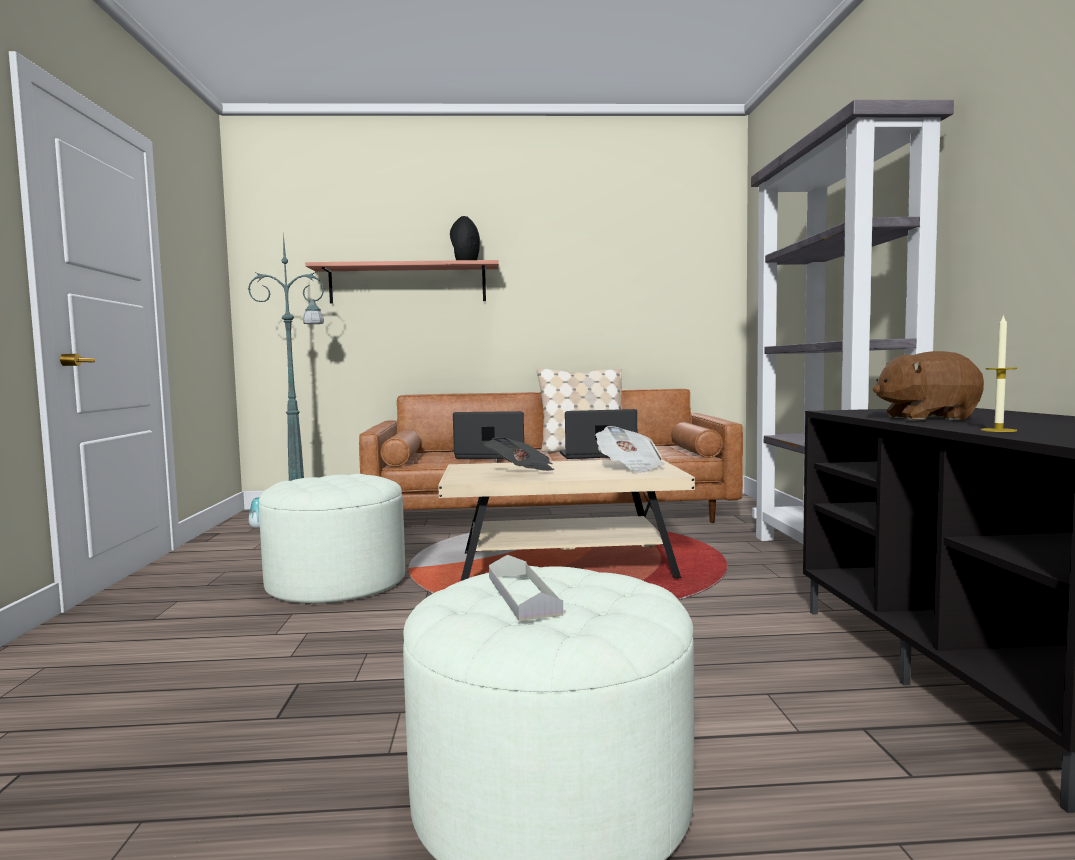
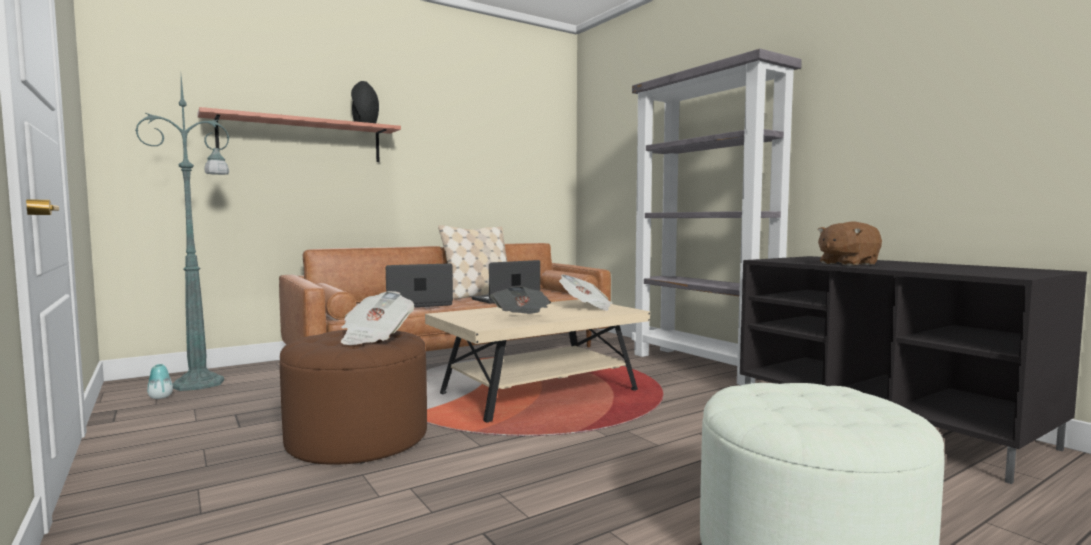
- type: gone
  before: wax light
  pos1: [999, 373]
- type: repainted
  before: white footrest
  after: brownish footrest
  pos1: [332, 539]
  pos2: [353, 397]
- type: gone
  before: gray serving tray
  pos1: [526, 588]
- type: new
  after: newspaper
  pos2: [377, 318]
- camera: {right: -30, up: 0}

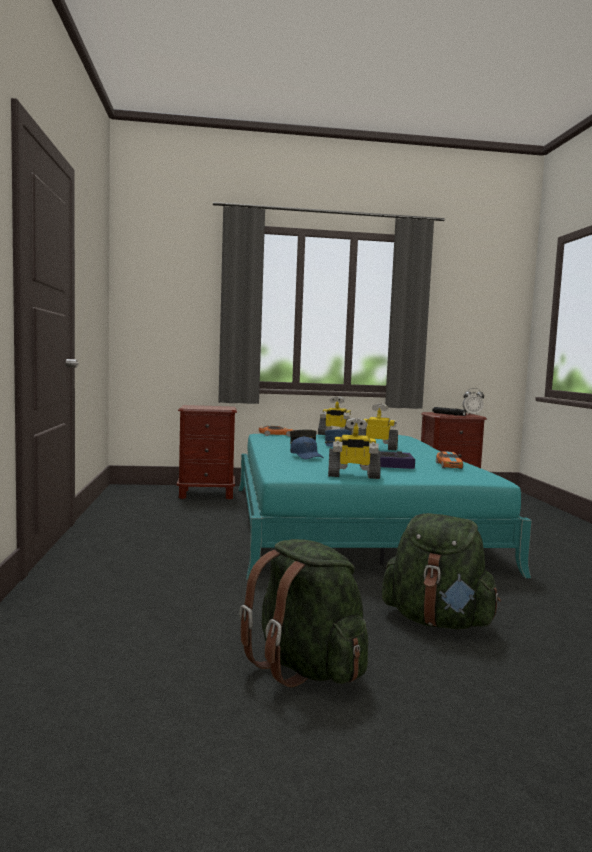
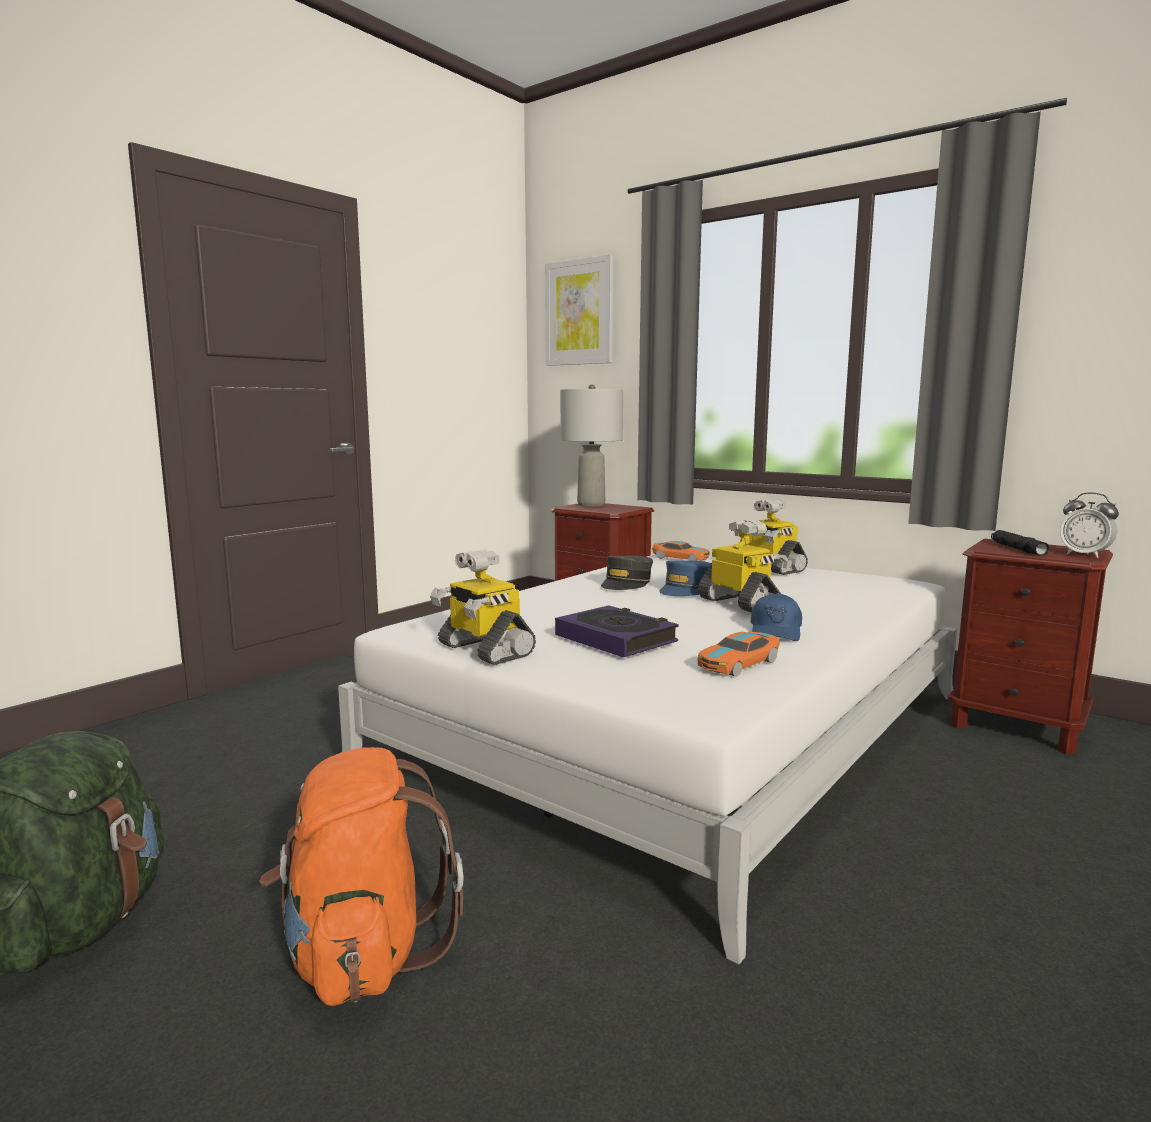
- type: repainted
  before: blue-green bedroom bed
  after: white bedroom bed
  pos1: [385, 507]
  pos2: [647, 759]
- type: shifted
  before: bluish baseball cap
  pos1: [307, 447]
  pos2: [776, 617]
- type: repainted
  before: green-coloured rucksack
  after: orange-coloured rucksack
  pos1: [441, 571]
  pos2: [361, 876]
- type: new
  after: wall art
  pos2: [579, 310]
- type: new
  after: gray table lamp
  pos2: [591, 445]
- camera: {right: 45, up: 5}

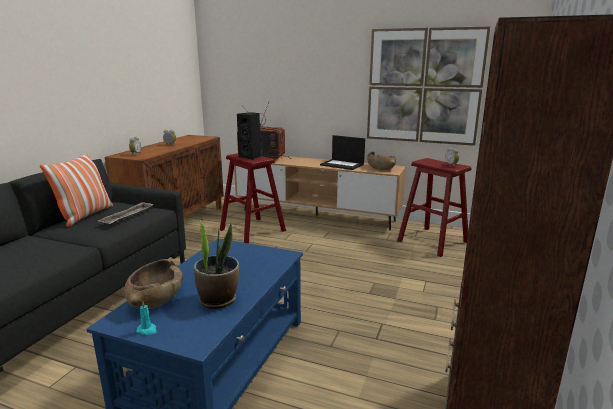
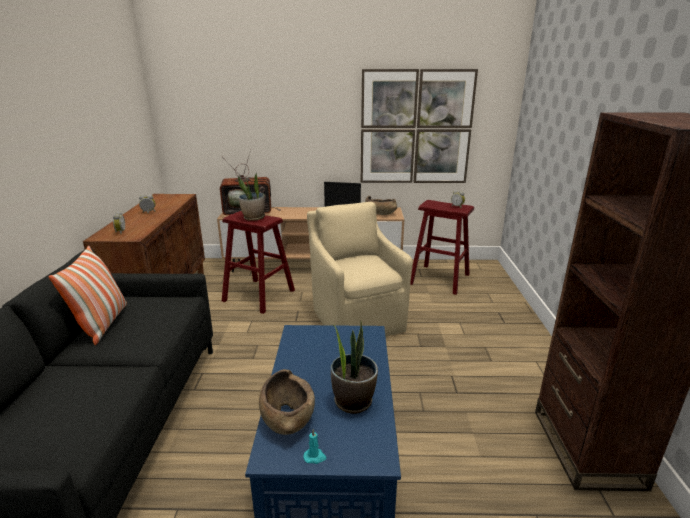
- type: swapped
  before: black loudspeaker
  after: plant in a pot
  pos1: [249, 136]
  pos2: [251, 197]
- type: gone
  before: serving tray
  pos1: [126, 214]
- type: new
  after: beige-coloured easy chair
  pos2: [360, 269]
- camera: {right: -20, up: 5}

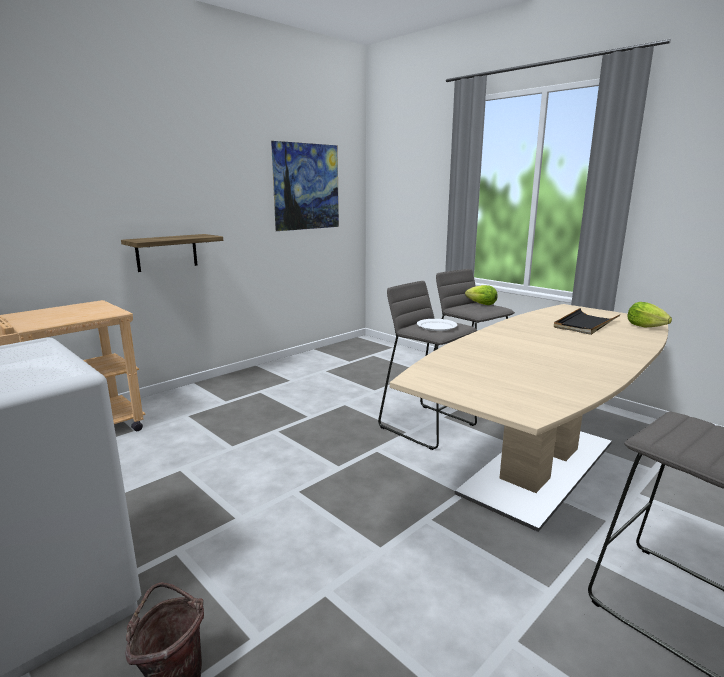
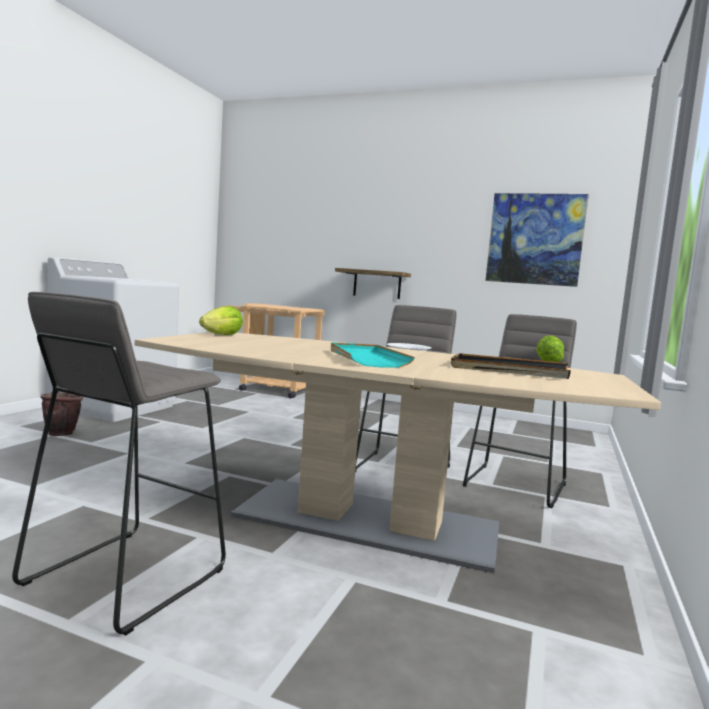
- type: shifted
  before: lettuce
  pos1: [649, 314]
  pos2: [221, 320]
- type: new
  after: blue-green serving tray
  pos2: [373, 355]
- camera: {right: 65, up: -10}

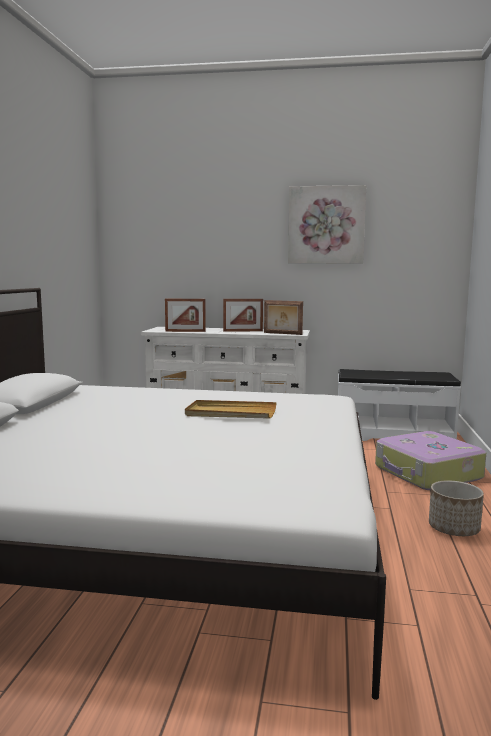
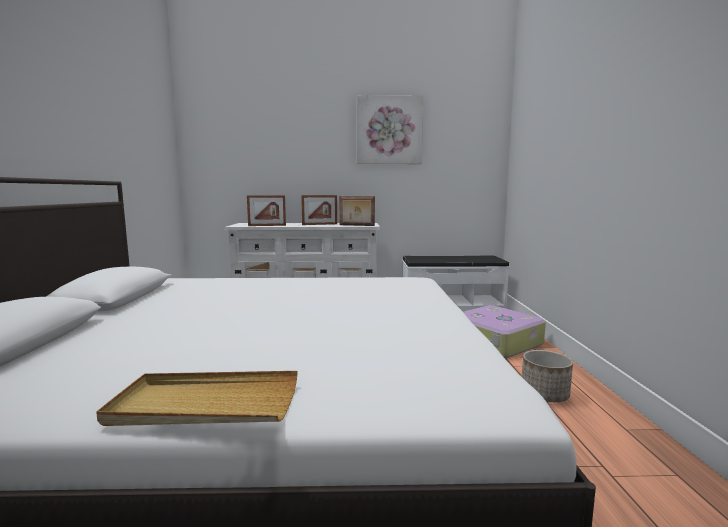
- type: shifted
  before: beige-coloured serving tray
  pos1: [231, 409]
  pos2: [197, 398]
- camera: {right: -10, up: 0}

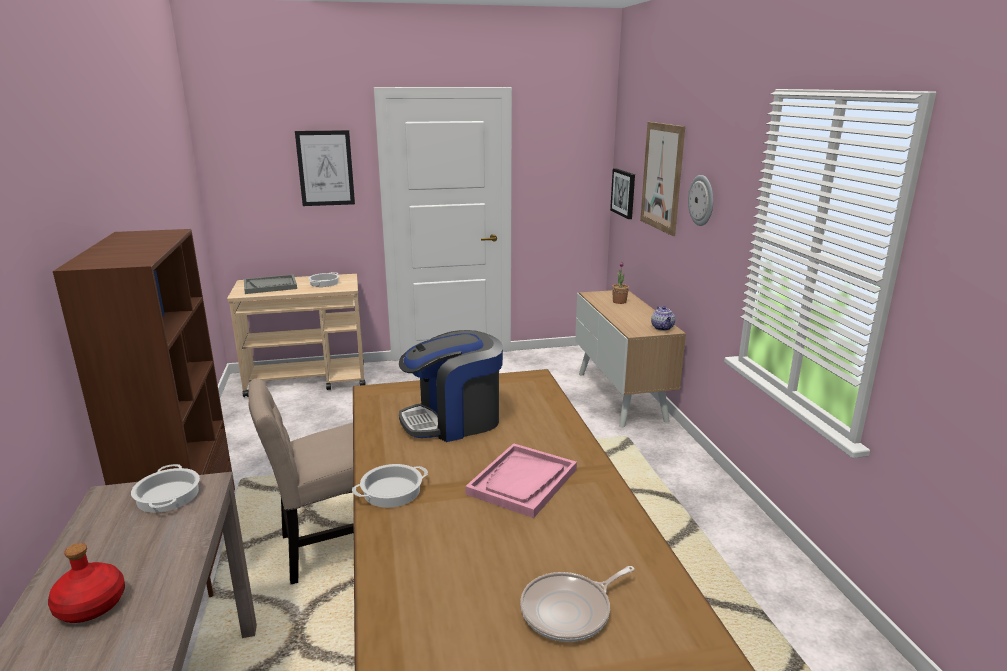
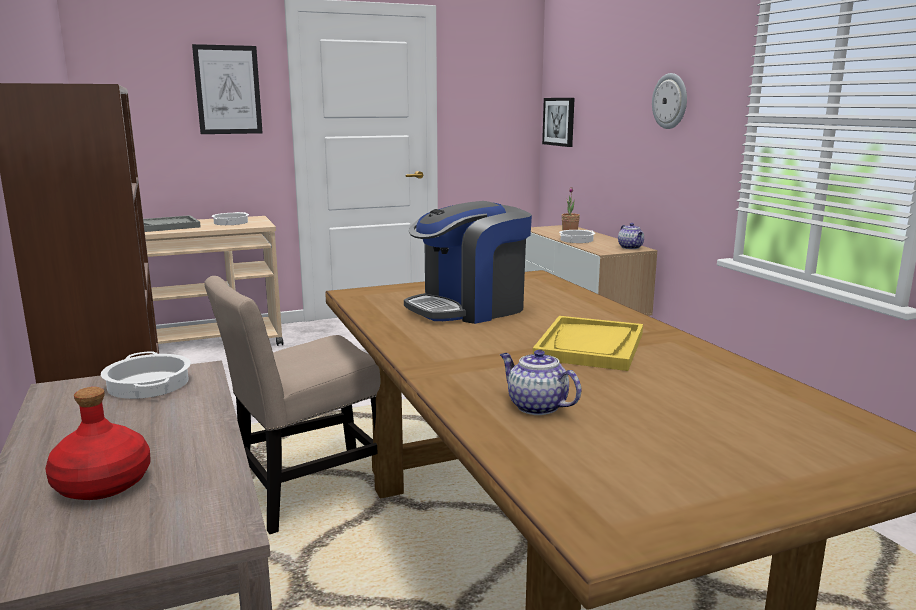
- type: gone
  before: wall art
  pos1: [662, 179]
- type: repainted
  before: pinkish serving tray
  after: yellowish serving tray
  pos1: [521, 480]
  pos2: [588, 343]
- type: shifted
  before: cooking pot
  pos1: [390, 486]
  pos2: [577, 236]
- type: gone
  before: frying pan
  pos1: [577, 604]
- type: new
  after: teapot
  pos2: [540, 382]
- camera: {right: -10, up: -5}

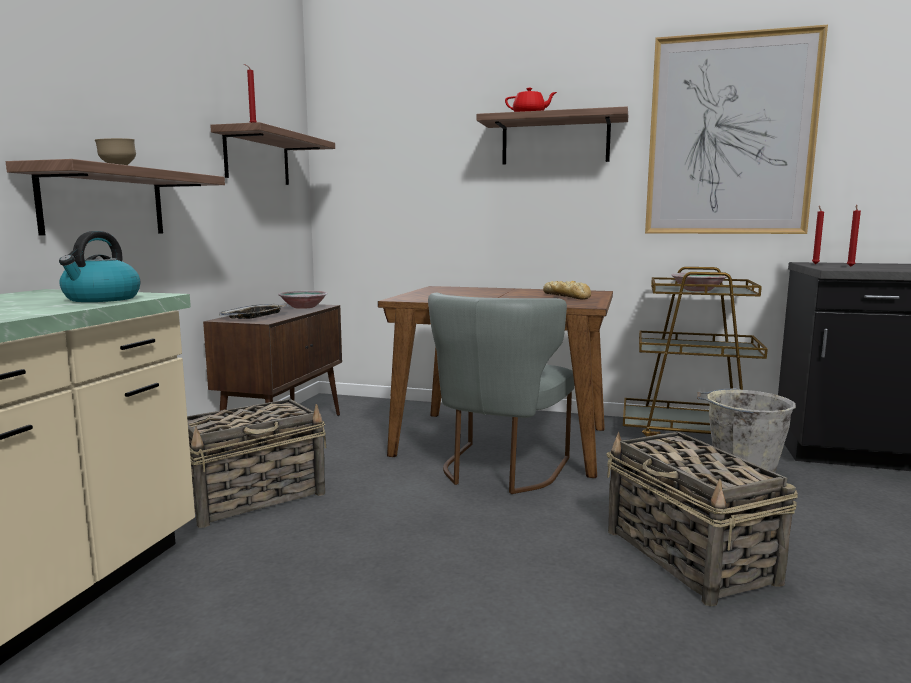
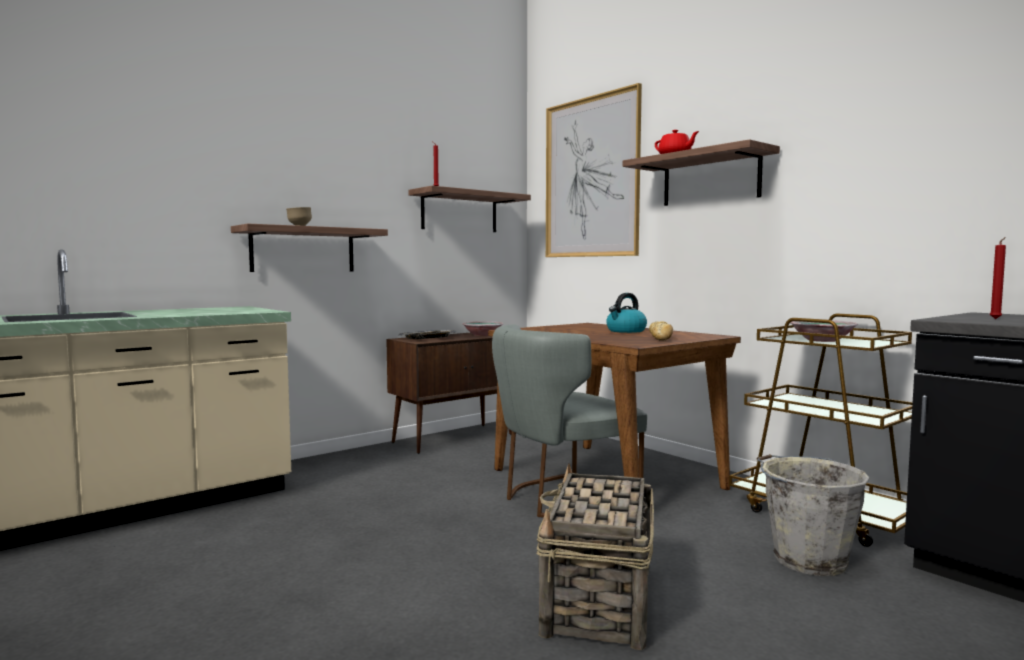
- type: shifted
  before: wall art
  pos1: [736, 129]
  pos2: [594, 170]
- type: gone
  before: red wax light
  pos1: [818, 235]
- type: shifted
  before: water kettle
  pos1: [99, 266]
  pos2: [626, 313]
- type: gone
  before: household basket
  pos1: [256, 463]
- camera: {right: 35, up: -5}

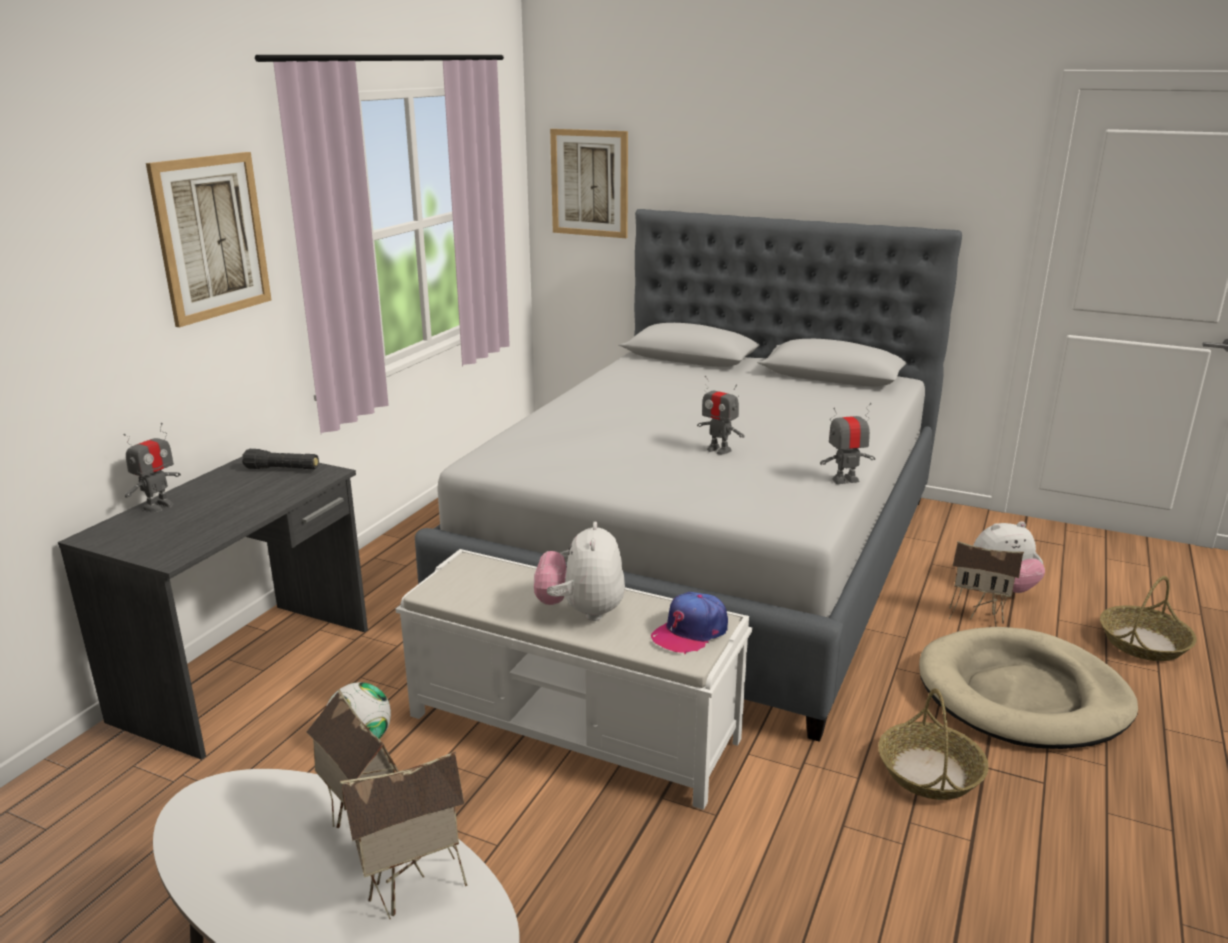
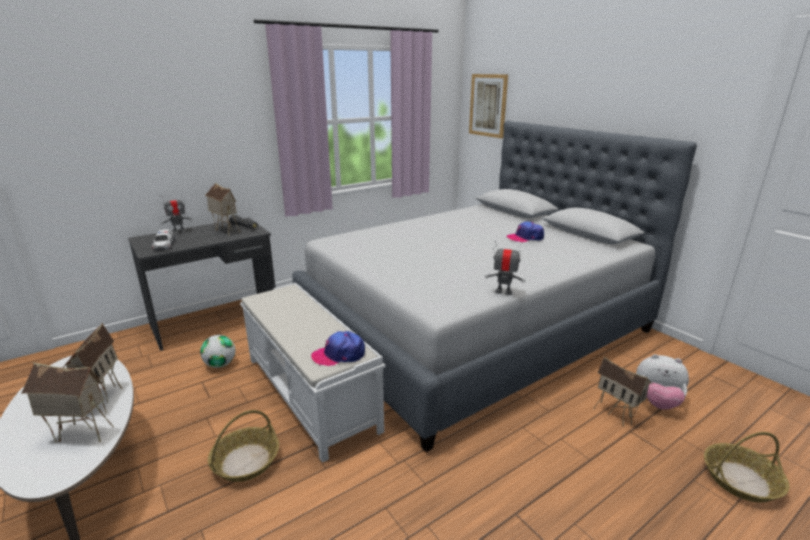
- type: gone
  before: wall art
  pos1: [209, 239]
- type: gone
  before: toy robot
  pos1: [721, 415]
- type: gone
  before: plush toy
  pos1: [579, 571]
- type: gone
  before: beige-coloured pet bed
  pos1: [1028, 688]
- type: shifted
  before: household basket
  pos1: [933, 744]
  pos2: [243, 446]
- type: new
  after: model house
  pos2: [222, 209]
- type: new
  after: baseball cap
  pos2: [525, 231]
- type: new
  after: model car
  pos2: [163, 240]
- camera: {right: 30, up: 0}

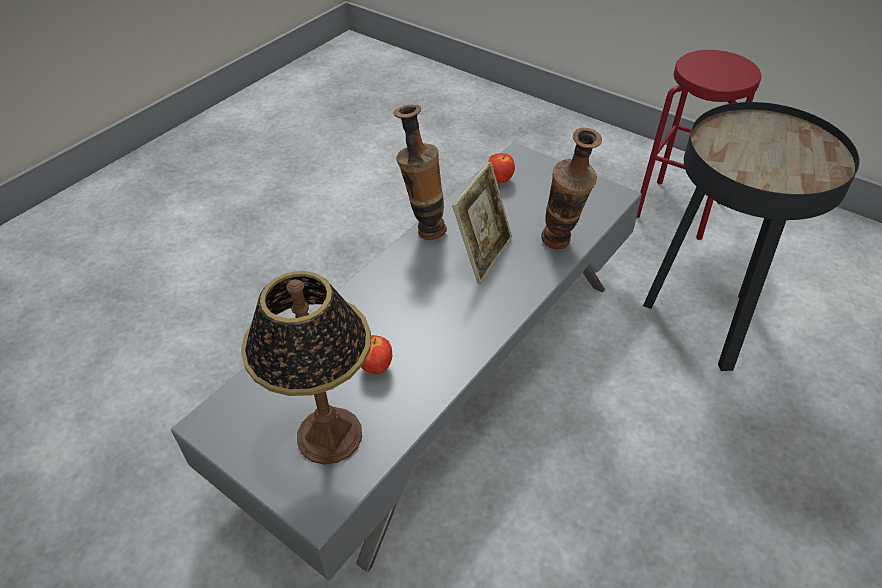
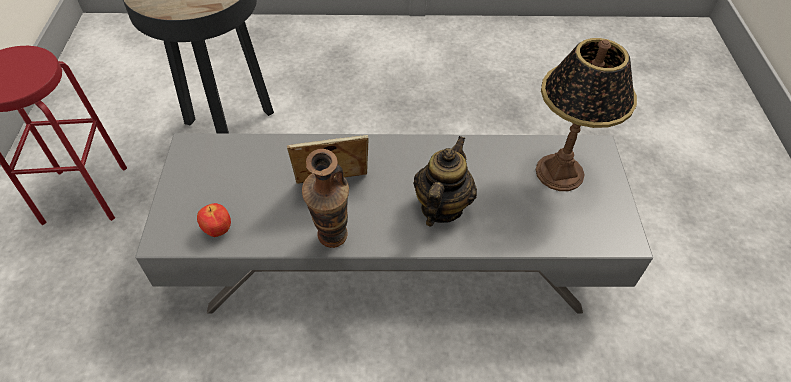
- type: gone
  before: decorative vase
  pos1: [571, 189]
- type: gone
  before: whole apple
  pos1: [376, 354]
- type: new
  after: teapot
  pos2: [445, 181]
- camera: {right: -130, up: 5}

